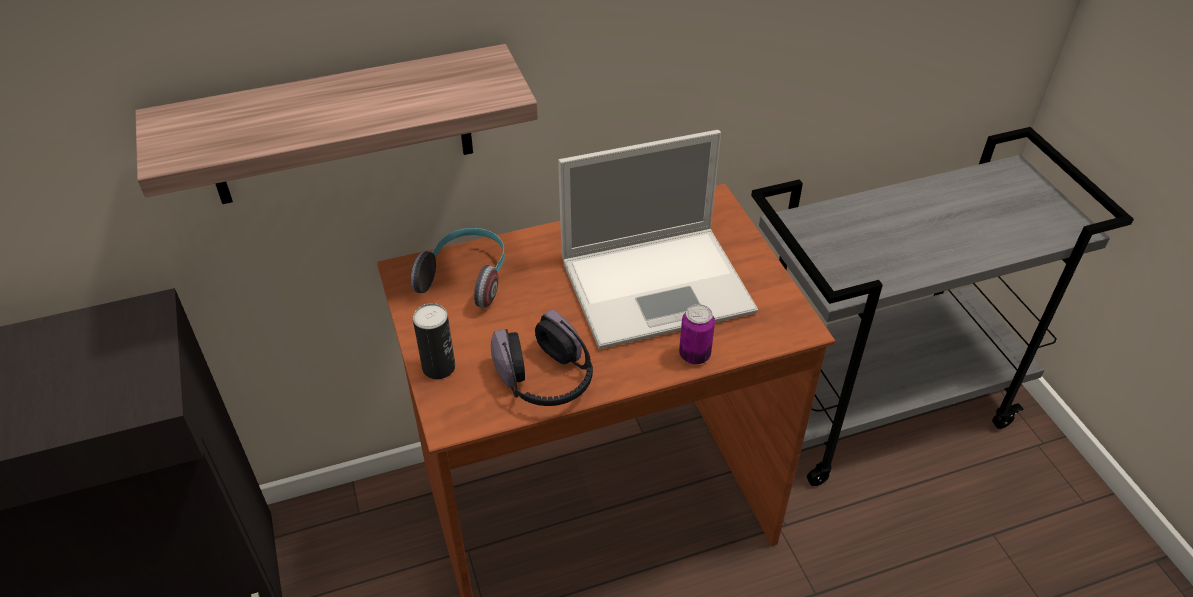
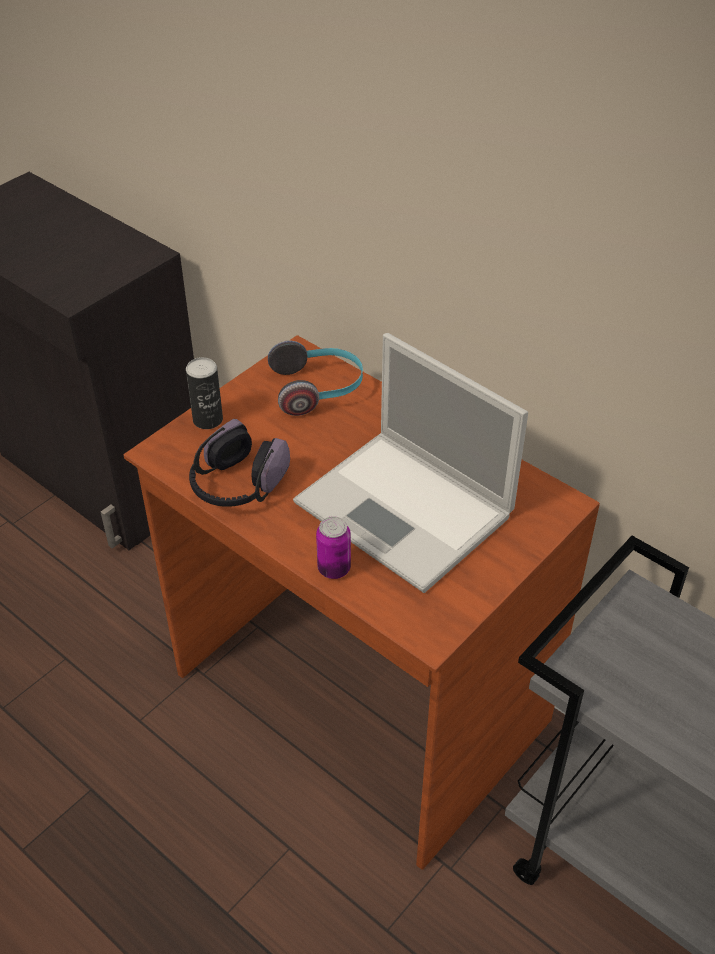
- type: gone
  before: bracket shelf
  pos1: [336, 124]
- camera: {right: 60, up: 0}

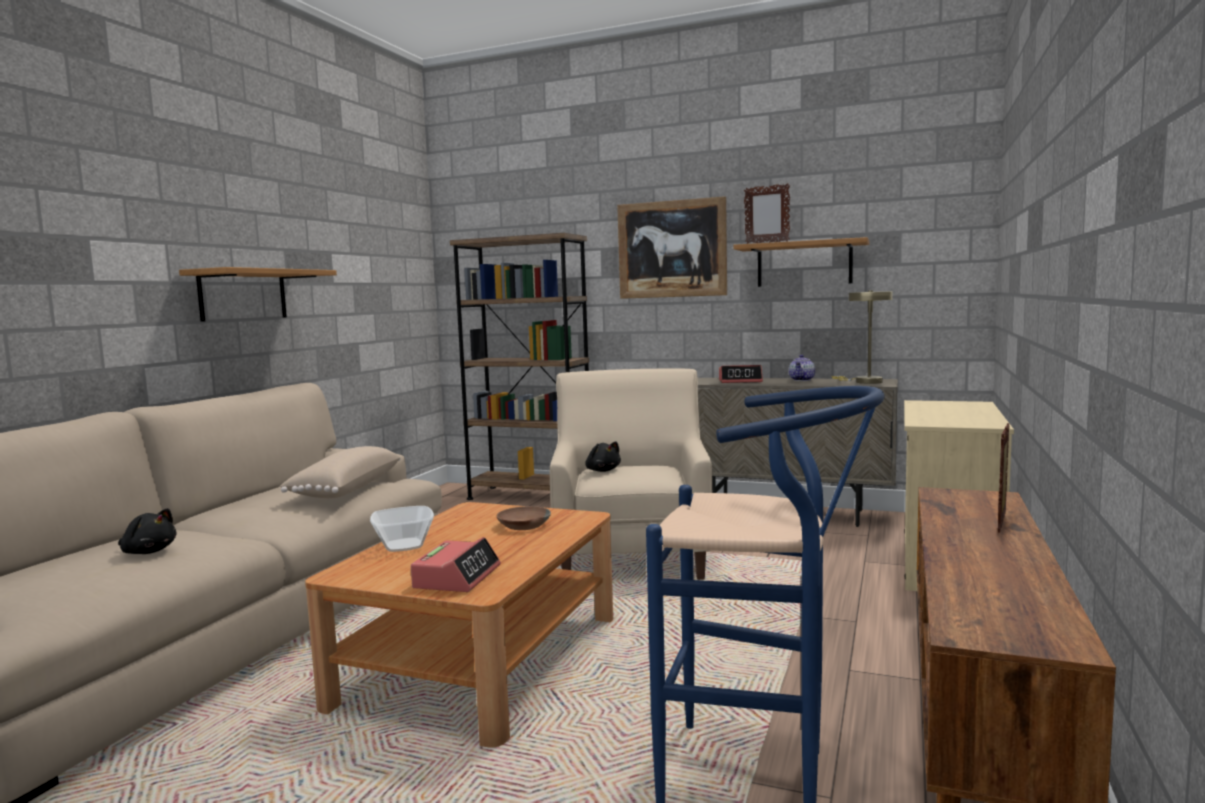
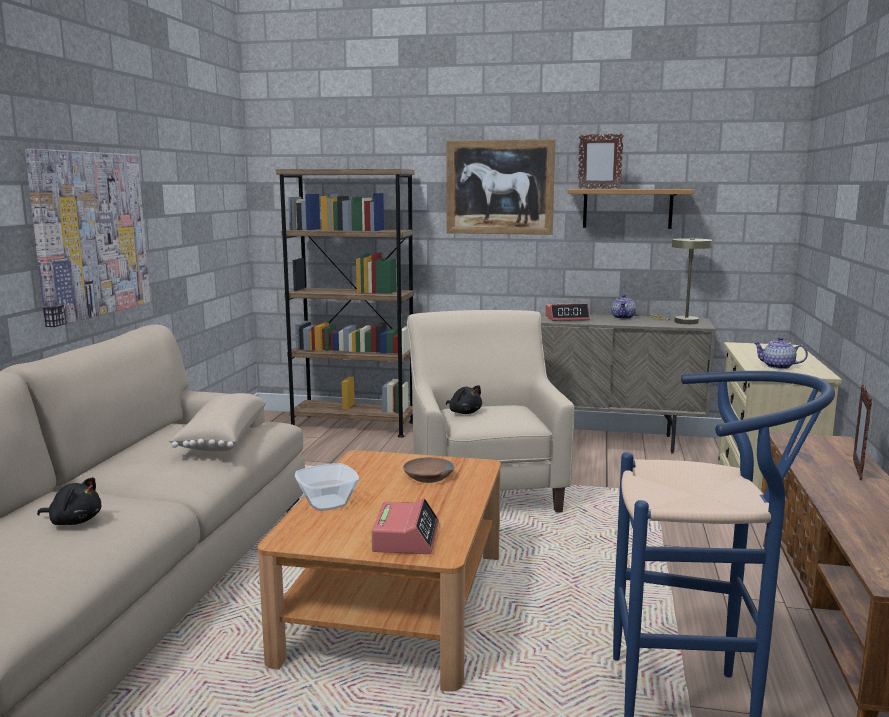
- type: swapped
  before: bracket shelf
  after: wall art
  pos1: [258, 294]
  pos2: [87, 238]
- type: new
  after: teapot
  pos2: [780, 353]
- camera: {right: -10, up: 5}

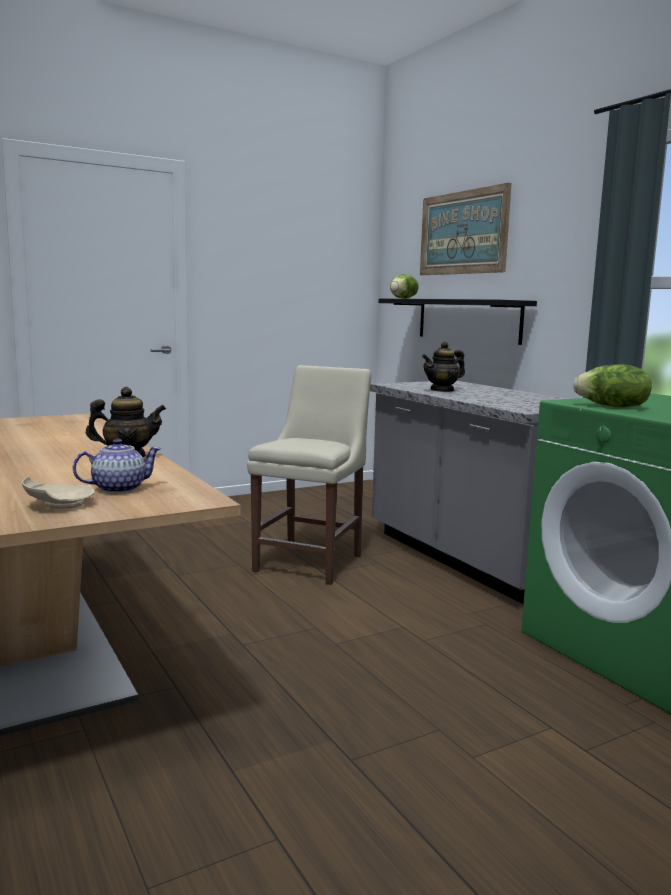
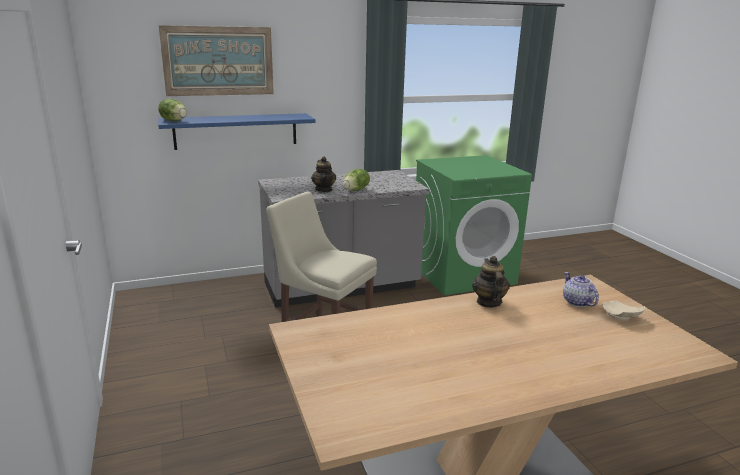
- type: repainted
  before: black bracket shelf
  after: bluish bracket shelf
  pos1: [458, 322]
  pos2: [236, 131]
- type: shifted
  before: lettuce
  pos1: [612, 385]
  pos2: [356, 180]
- camera: {right: -80, up: 10}

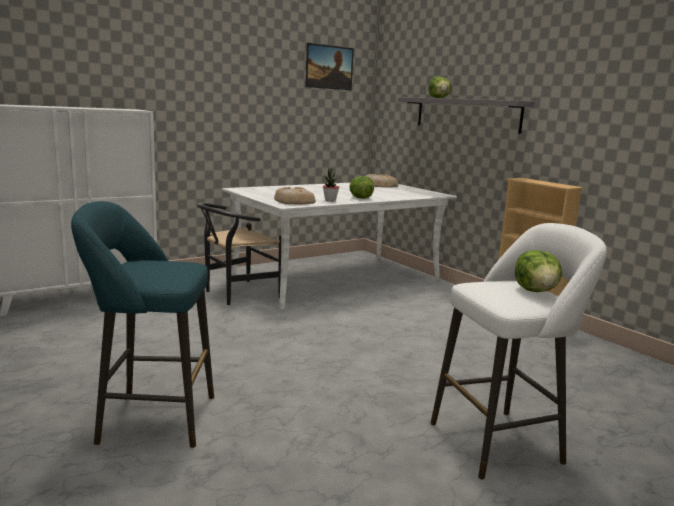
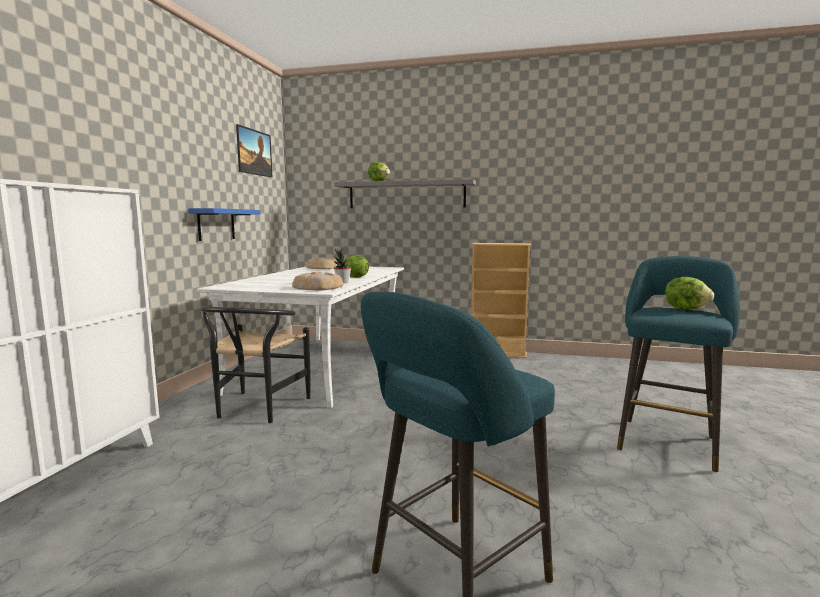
- type: repainted
  before: white sitting stool
  after: blue-green sitting stool
  pos1: [519, 351]
  pos2: [678, 364]
- type: new
  after: bluish bracket shelf
  pos2: [224, 224]
- camera: {right: -40, up: -5}

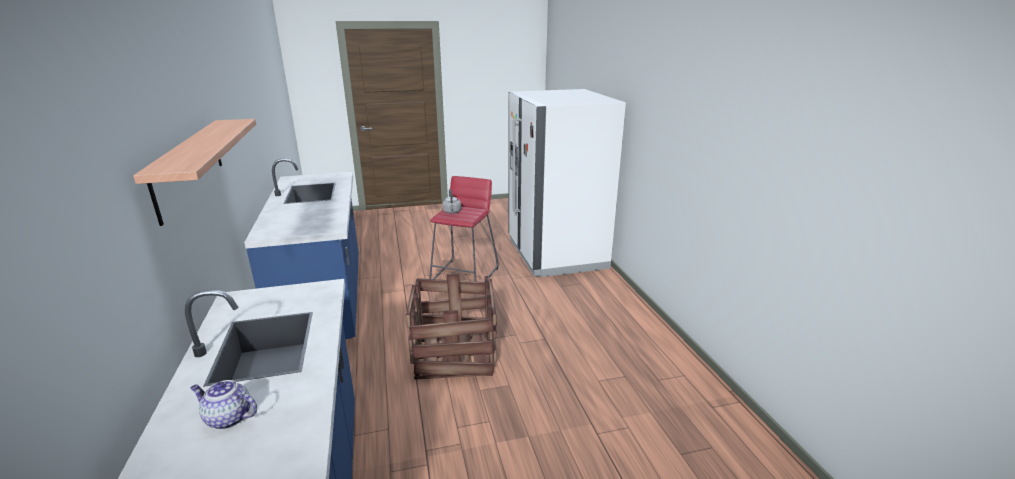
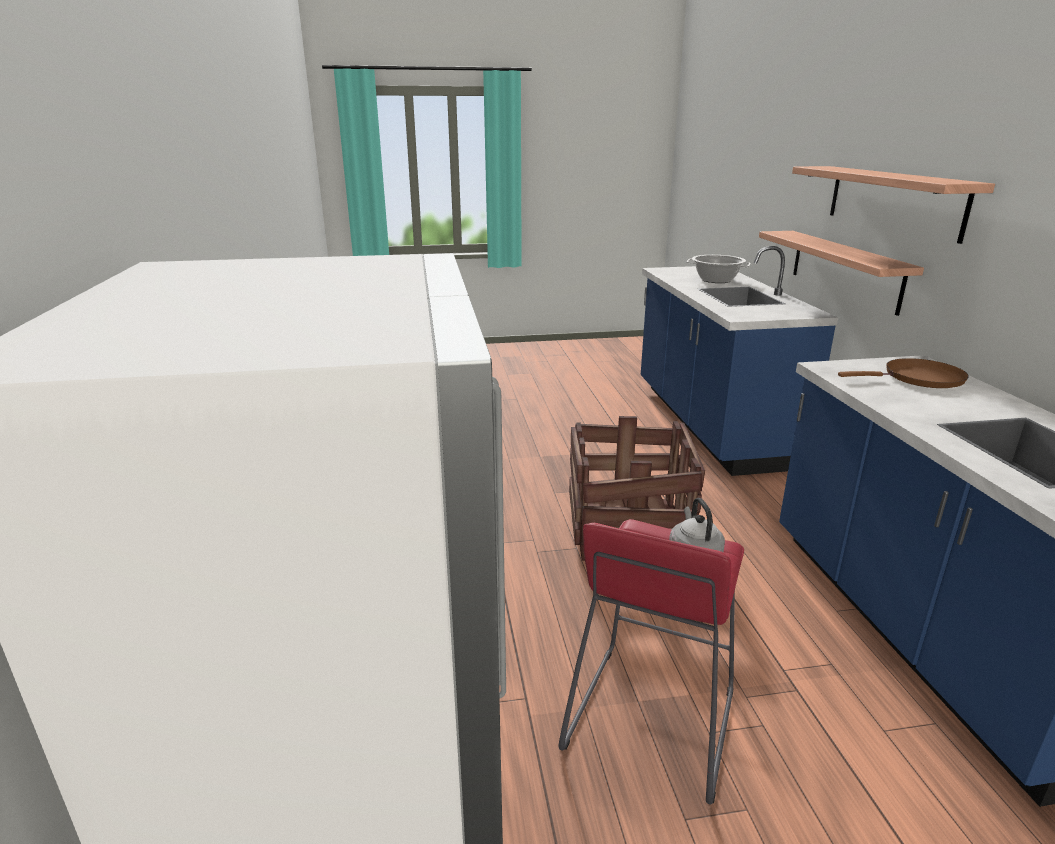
- type: swapped
  before: teapot
  after: cooking pot
  pos1: [223, 404]
  pos2: [718, 269]
- type: new
  after: bracket shelf
  pos2: [841, 273]
- type: new
  after: brownish frying pan
  pos2: [903, 373]
- camera: {right: -175, up: 0}

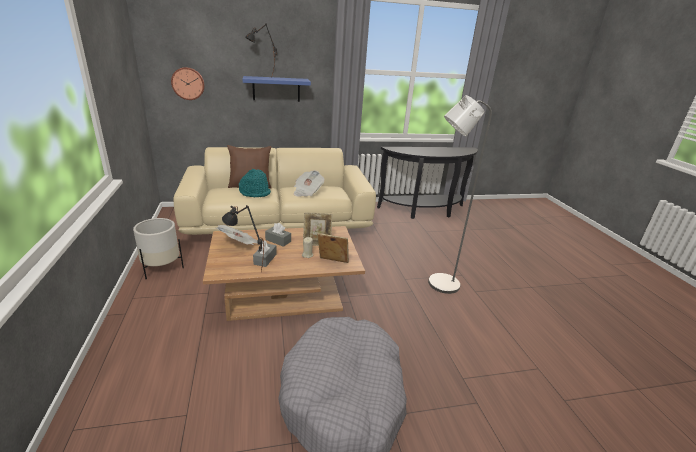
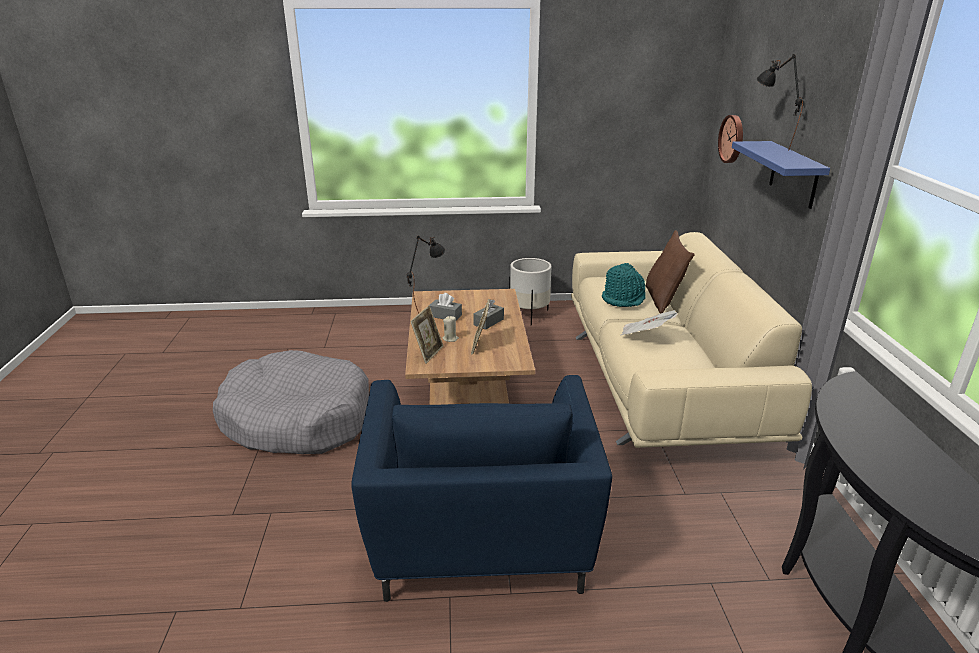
- type: swapped
  before: gray standing lamp
  after: bluish easy chair
  pos1: [460, 194]
  pos2: [481, 488]
- type: gone
  before: newspaper
  pos1: [237, 235]
- camera: {right: 100, up: 0}

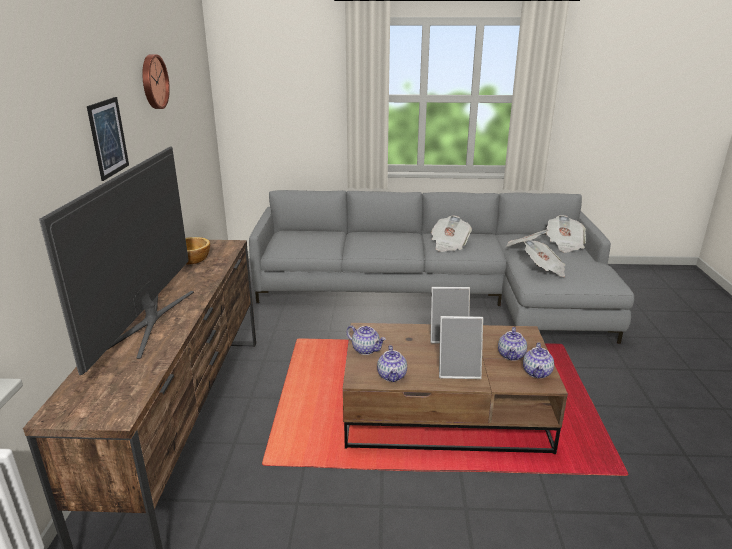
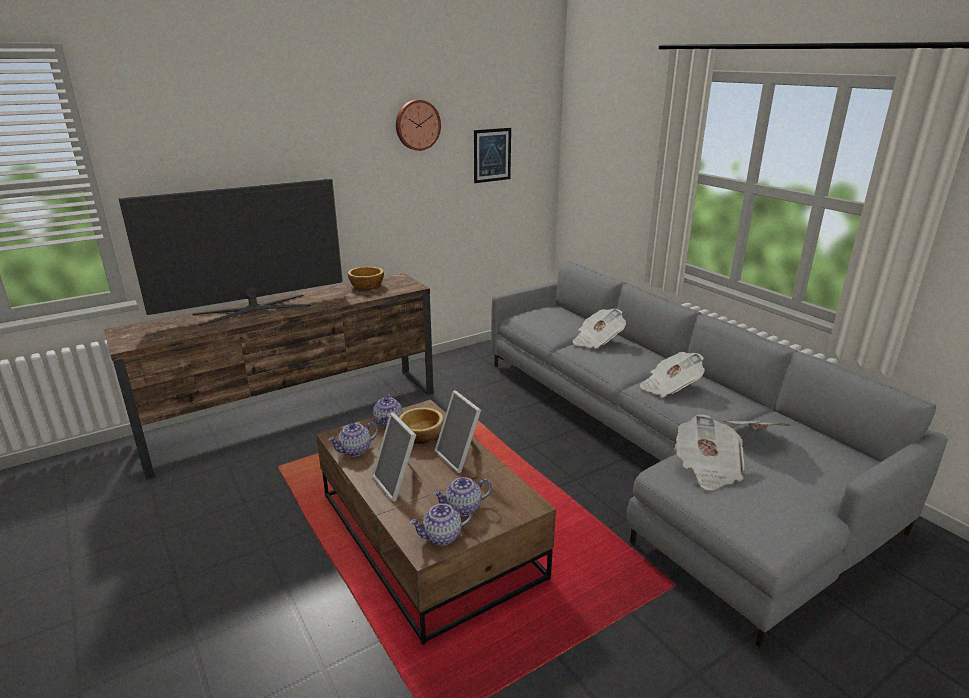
- type: shifted
  before: wall art
  pos1: [108, 139]
  pos2: [492, 155]
- type: shifted
  before: newspaper
  pos1: [566, 233]
  pos2: [599, 329]
- type: new
  after: serving bowl
  pos2: [421, 425]
- camera: {right: 55, up: 0}

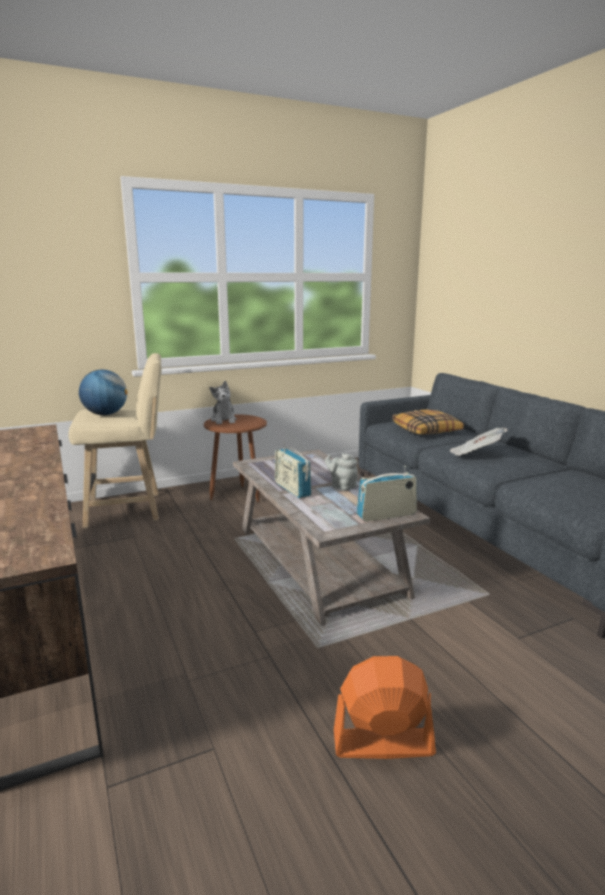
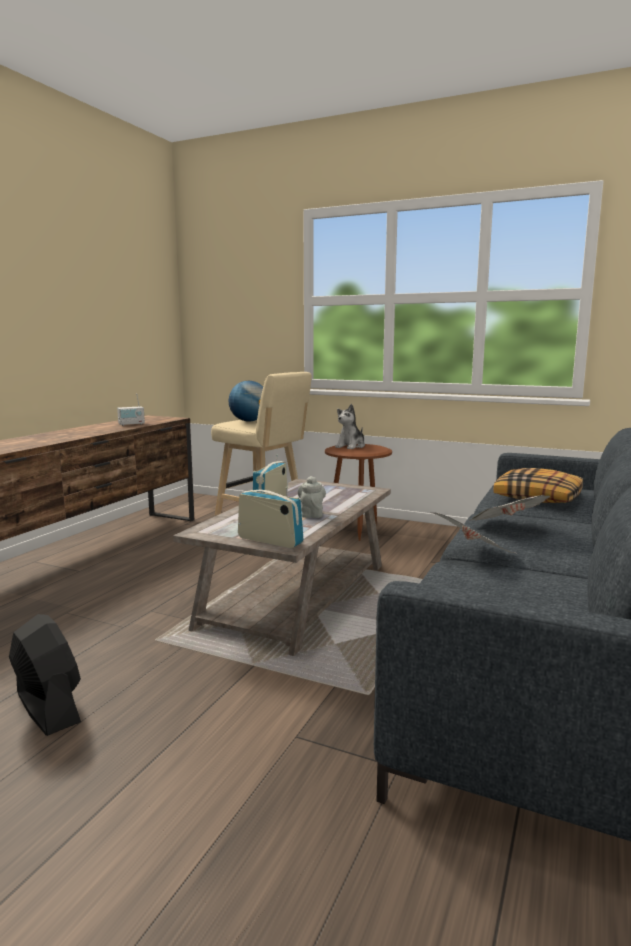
- type: repainted
  before: orange-coloured cooling fan
  after: black cooling fan
  pos1: [385, 707]
  pos2: [45, 675]
- type: new
  after: radio
  pos2: [131, 410]
- type: new
  after: newspaper
  pos2: [473, 532]
- camera: {right: 50, up: -5}

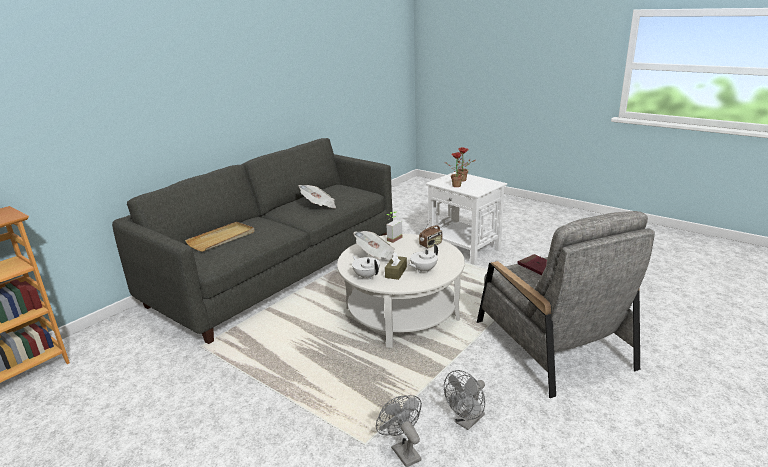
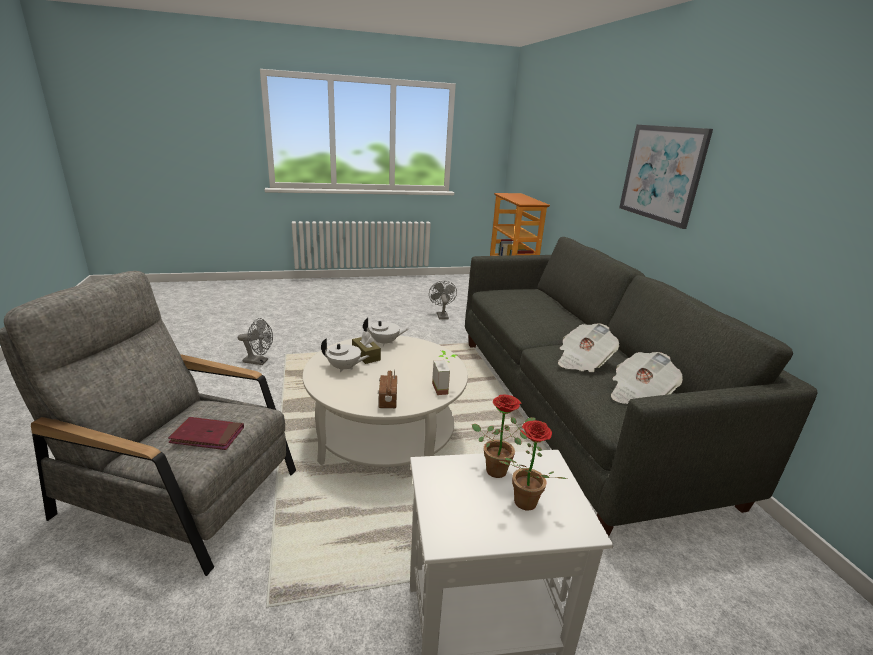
- type: gone
  before: beige-coloured serving tray
  pos1: [220, 237]
- type: shifted
  before: newspaper
  pos1: [374, 245]
  pos2: [647, 378]
- type: rotated
  before: white teapot
  pos1: [423, 258]
  pos2: [345, 355]
  turn: 105
- type: shifted
  before: gray cooling fan
  pos1: [464, 400]
  pos2: [443, 300]
- type: new
  after: wall art
  pos2: [666, 177]
- camera: {right: 125, up: 0}

